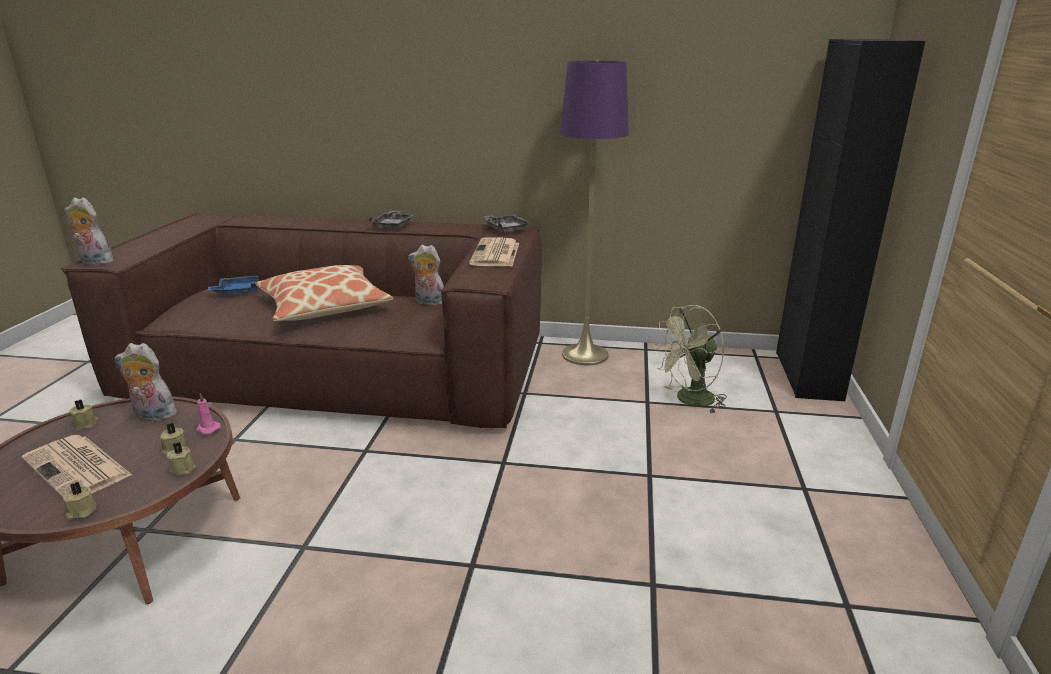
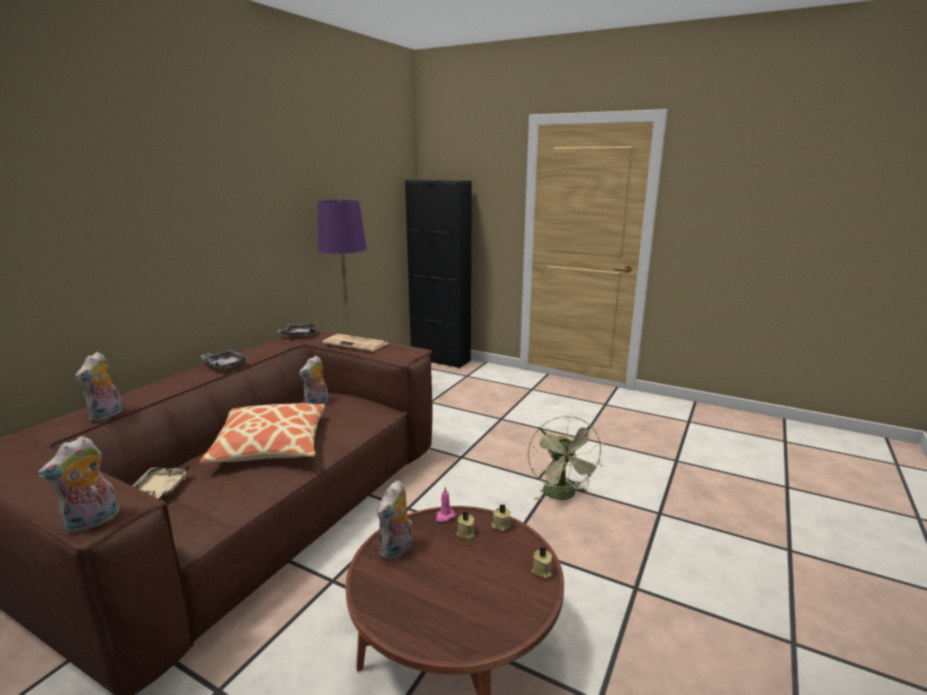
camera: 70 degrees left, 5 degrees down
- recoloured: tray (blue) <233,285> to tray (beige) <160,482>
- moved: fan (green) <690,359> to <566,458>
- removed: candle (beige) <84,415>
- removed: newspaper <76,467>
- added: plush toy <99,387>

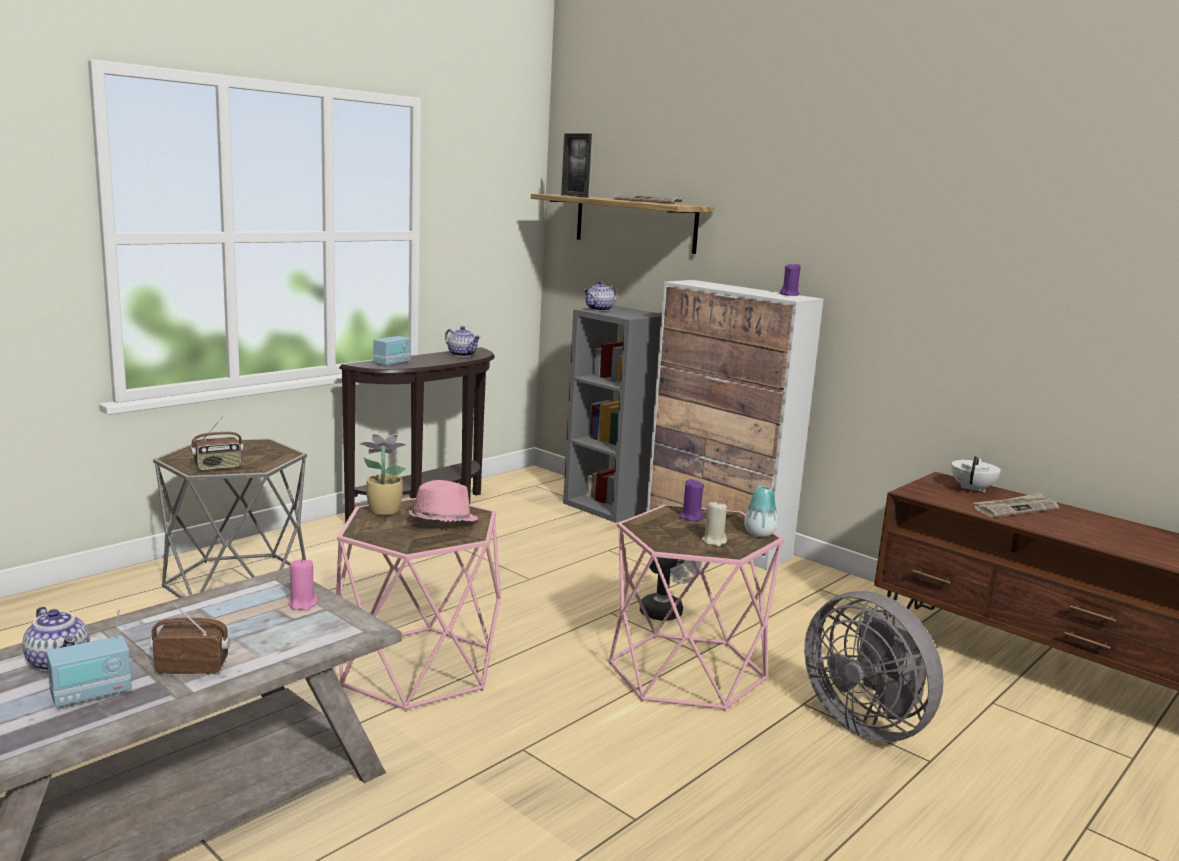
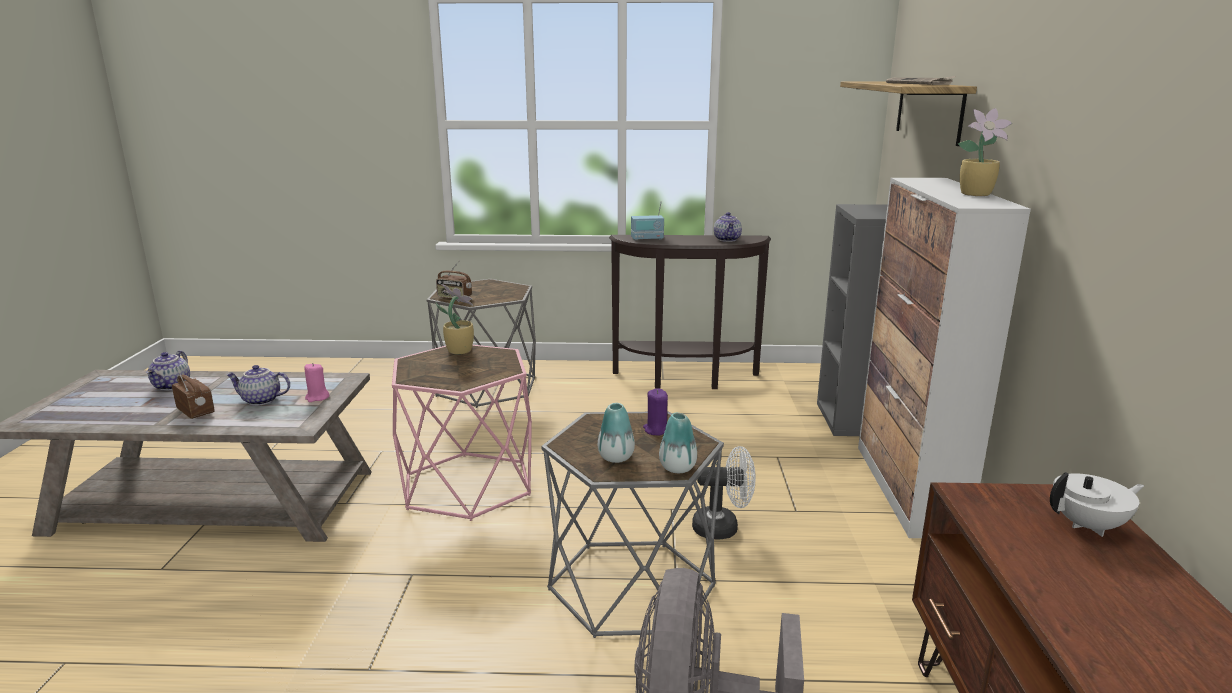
camera: 50 degrees right, 5 degrees up
- removed: picture frame <576,165>
- removed: candle (purple) <790,279>
- moved: teapot <600,296> to <258,385>
- removed: hat (pink) <443,501>
- removed: newspaper <1016,505>
- replaced: candle (beige) <714,523> to vase <616,433>
- recoloured: side table (pink) <696,607> to side table (grey) <632,524>
- removed: radio <89,658>
- added: potted plant <985,152>

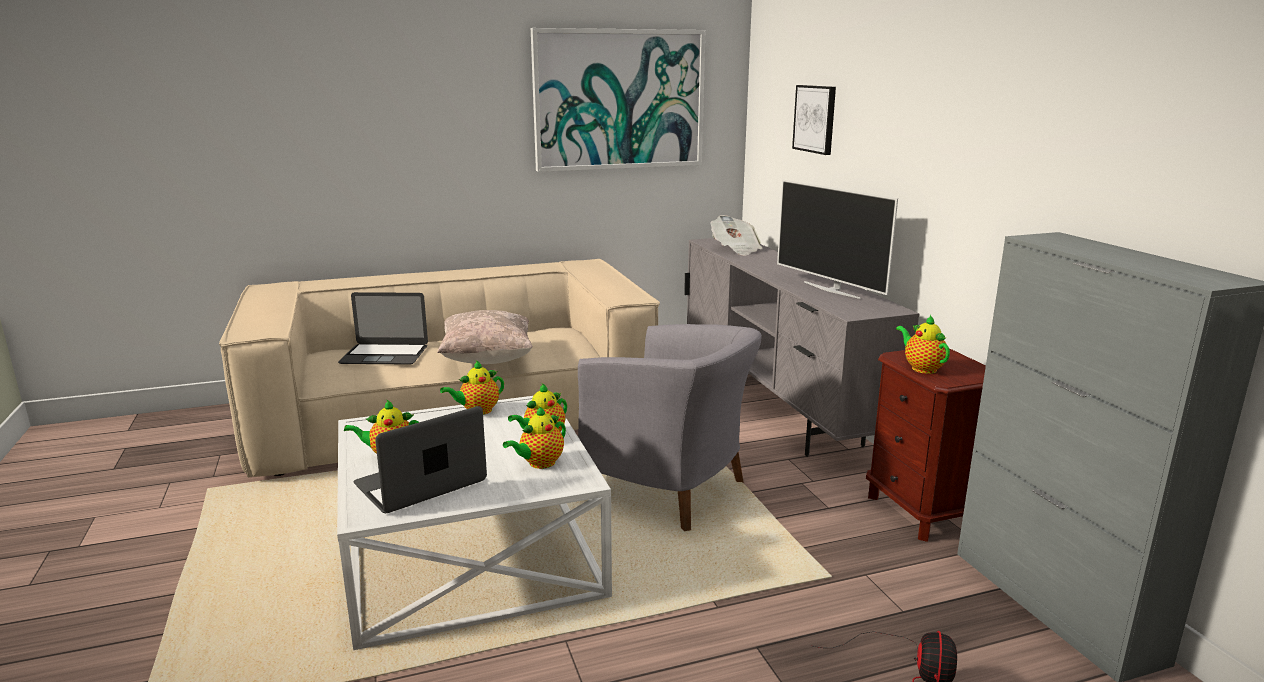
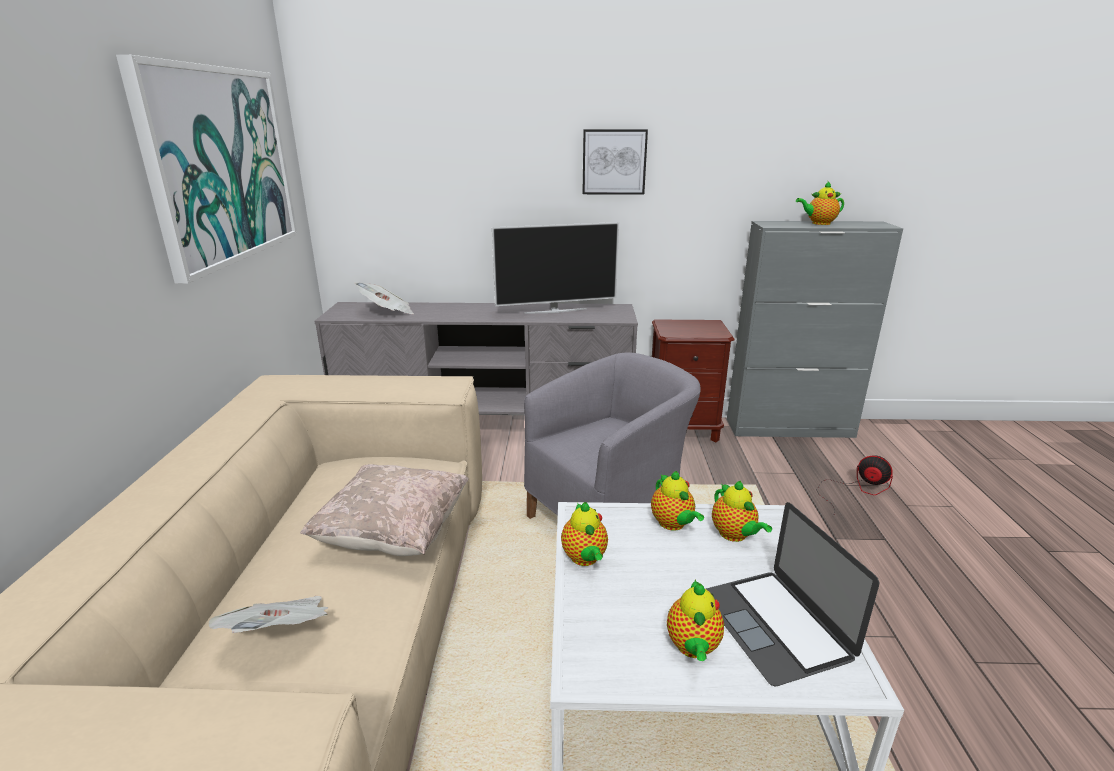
camera: 70 degrees left, 5 degrees up
- moved: picture <814,120> to <615,162>
- replaced: laptop <383,328> to newspaper <268,614>
- moved: teapot <923,344> to <820,203>

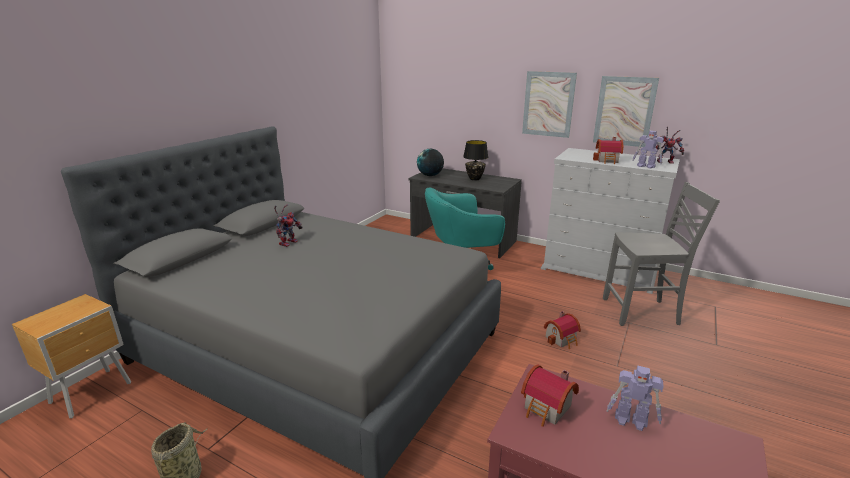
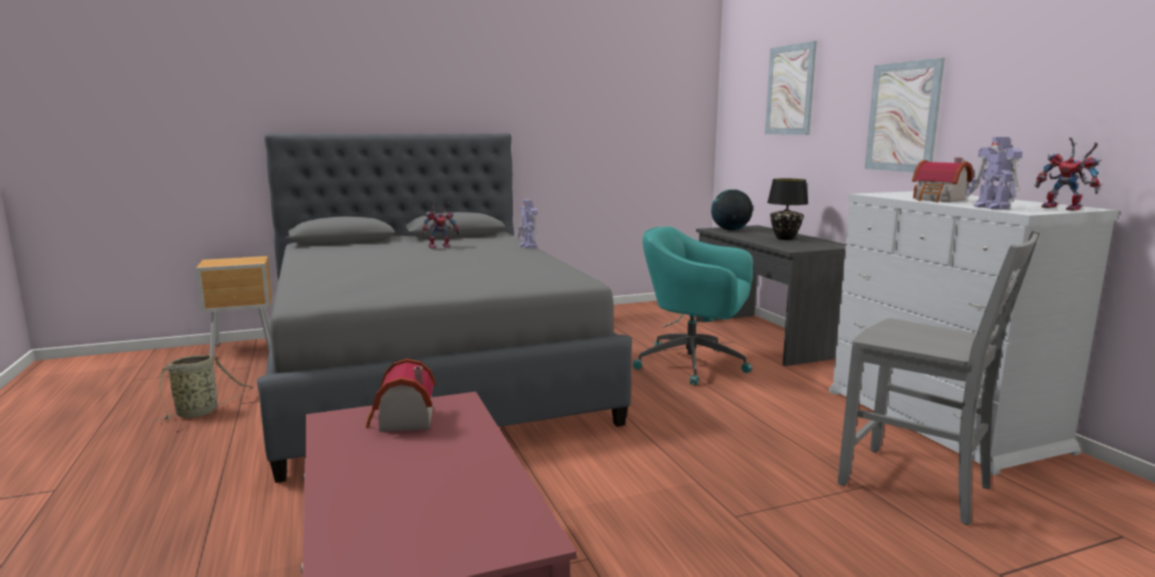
camera: 40 degrees right, 10 degrees down
- moved: picture <626,111> to <791,88>
- removed: toy house <562,330>
- moved: toy robot <635,398> to <527,223>

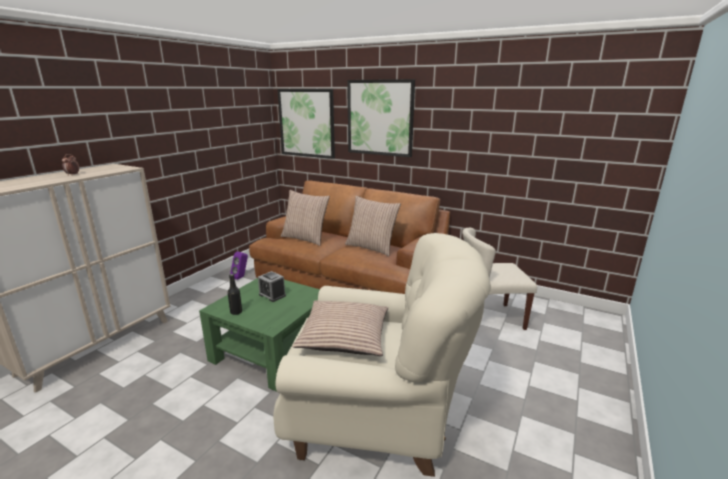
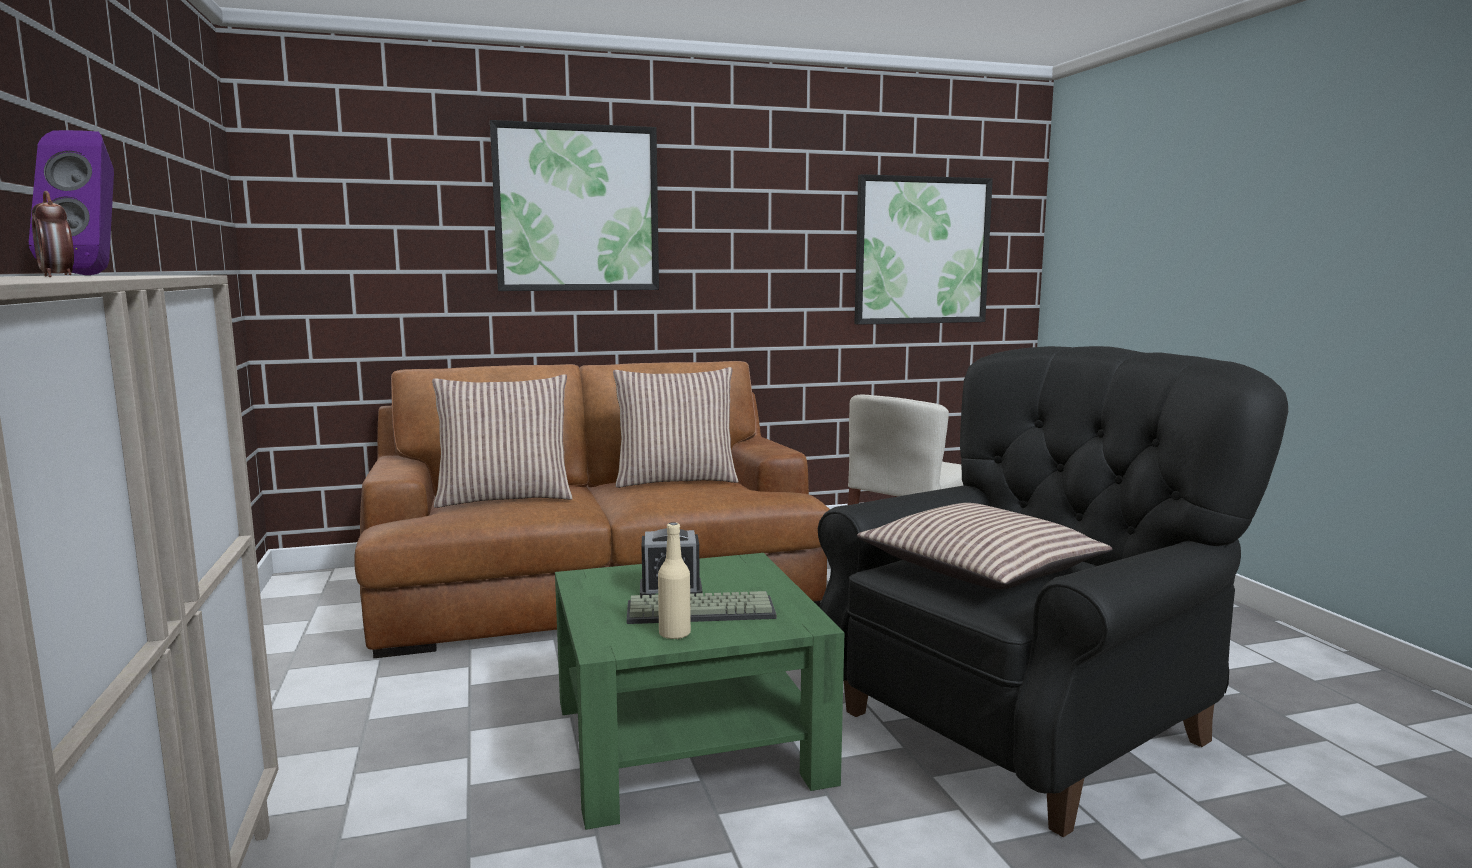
camera: 45 degrees left, 10 degrees down
- moved: picture <306,124> to <923,249>
- recoloured: armchair (beige) <382,355> to armchair (black) <1053,591>
- moved: speaker (purple) <239,266> to <71,202>
- recoloured: bottle (black) <235,294> to bottle (beige) <674,580>
- added: keyboard <702,607>

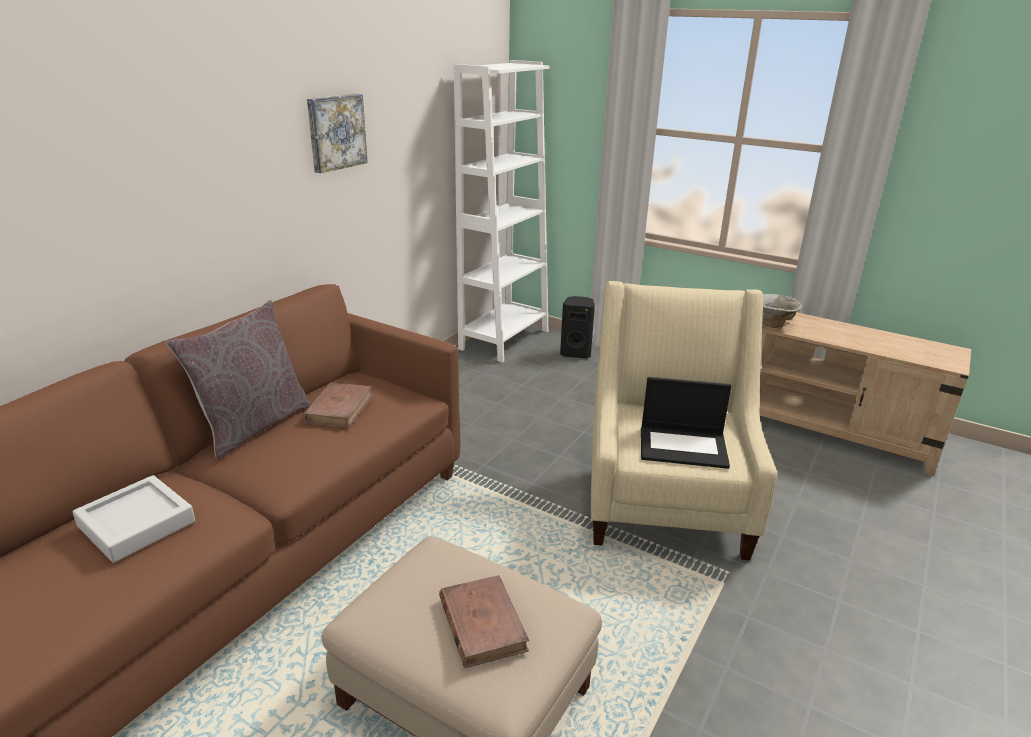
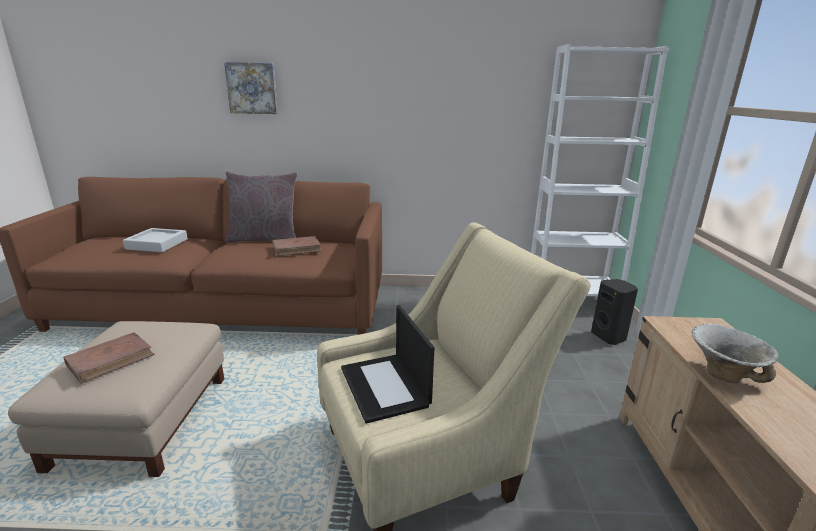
camera: 60 degrees right, 5 degrees down
- moved: picture <337,133> to <251,88>

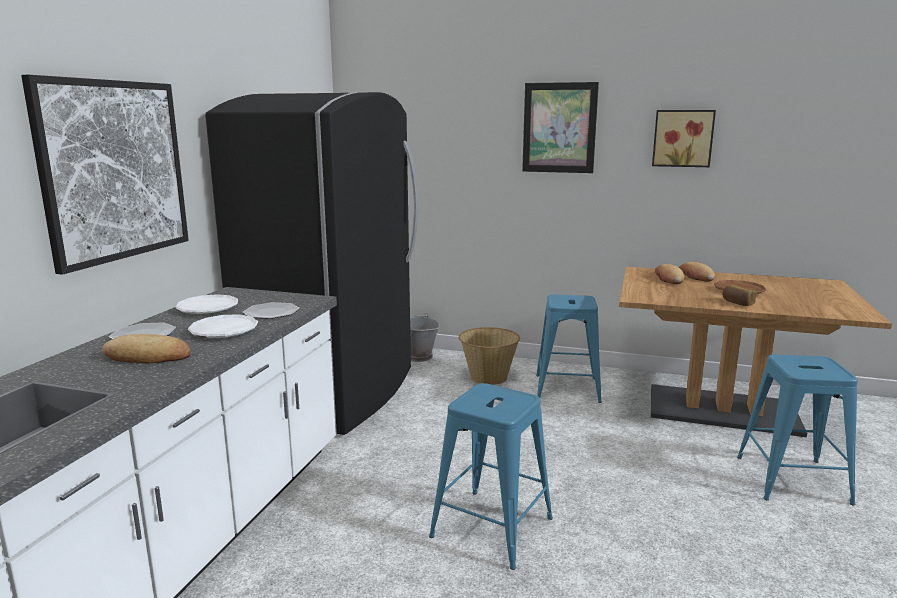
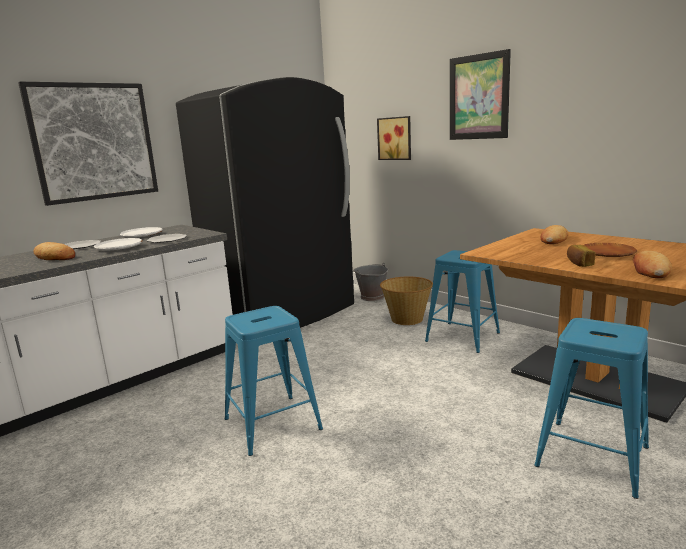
camera: 30 degrees right, 0 degrees up
- moved: picture <684,138> to <394,138>
- moved: bread <697,272> to <652,264>

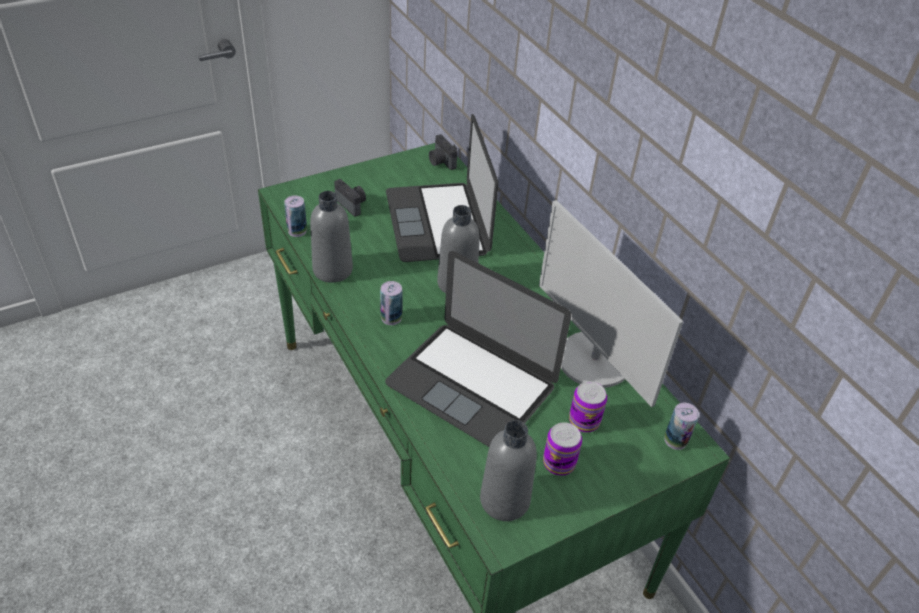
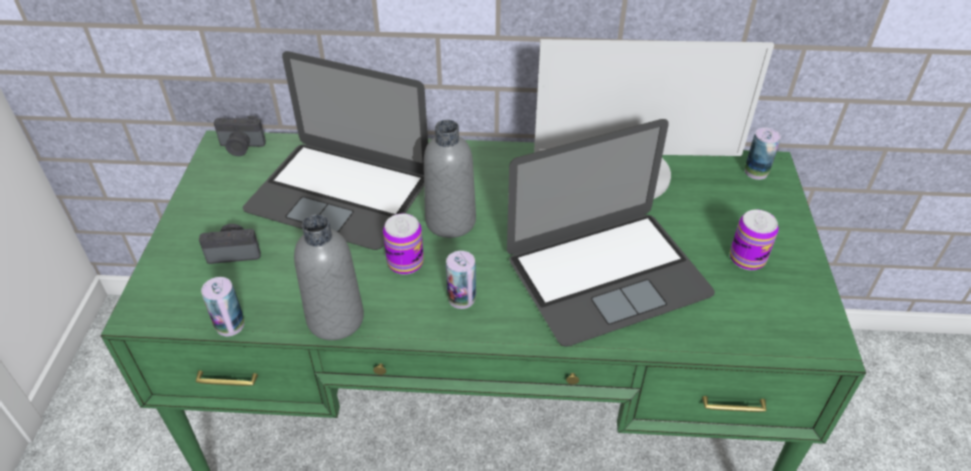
camera: 55 degrees left, 0 degrees up
- moved: can <588,406> to <403,244>
- removed: bottle (grey) <508,470>

